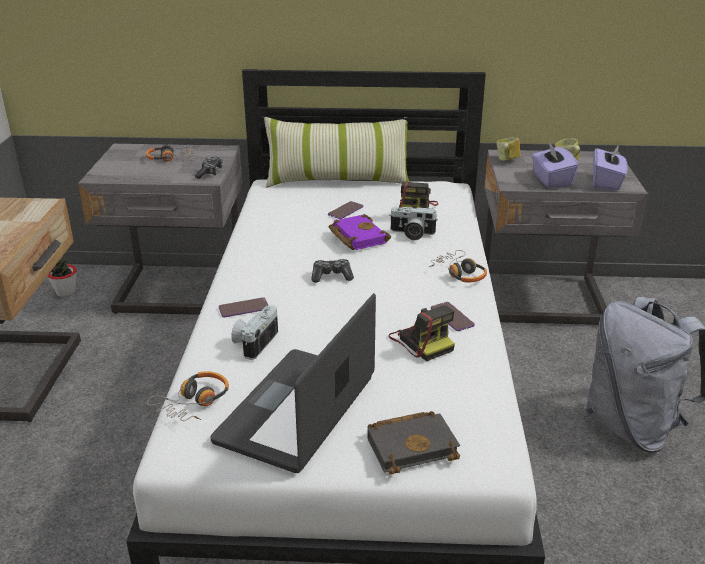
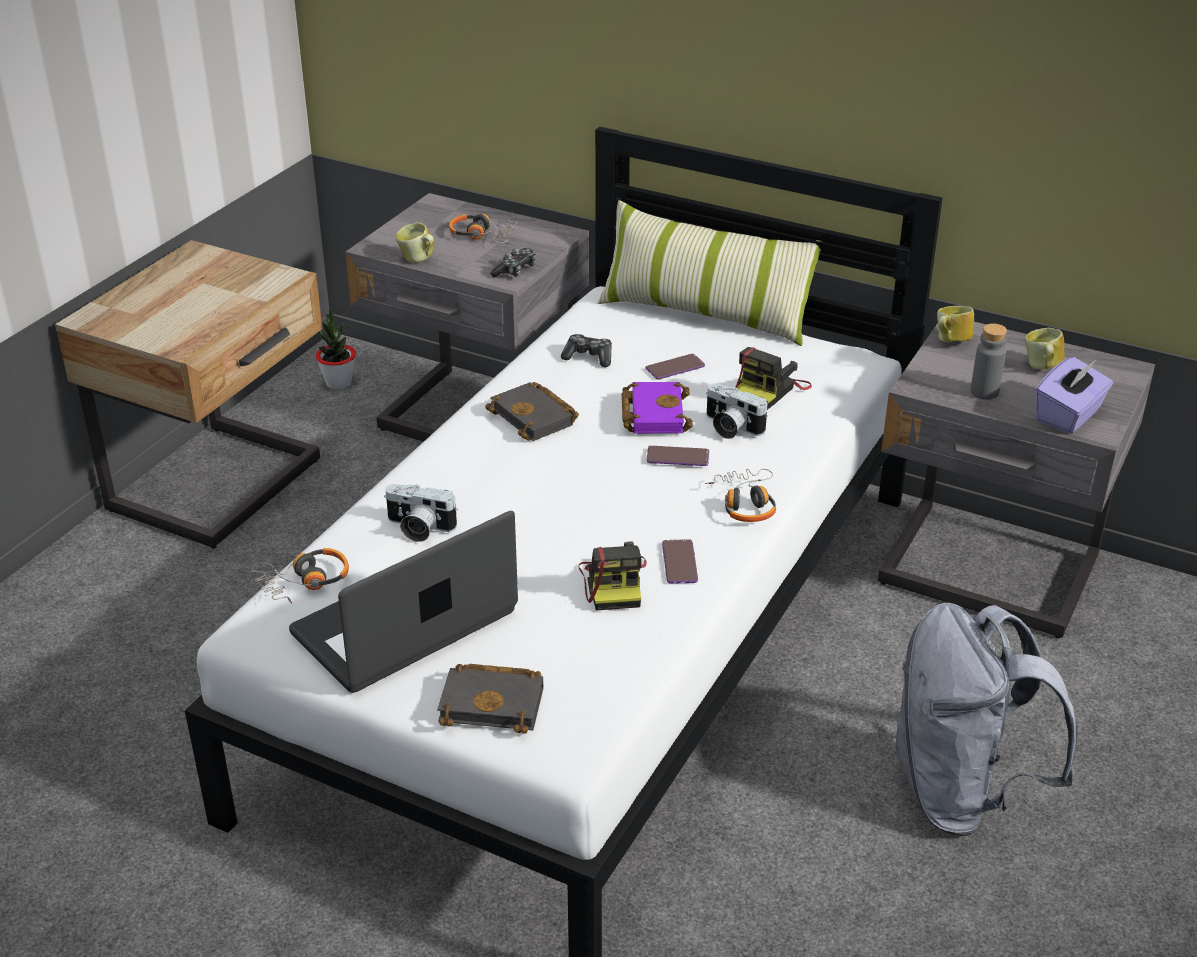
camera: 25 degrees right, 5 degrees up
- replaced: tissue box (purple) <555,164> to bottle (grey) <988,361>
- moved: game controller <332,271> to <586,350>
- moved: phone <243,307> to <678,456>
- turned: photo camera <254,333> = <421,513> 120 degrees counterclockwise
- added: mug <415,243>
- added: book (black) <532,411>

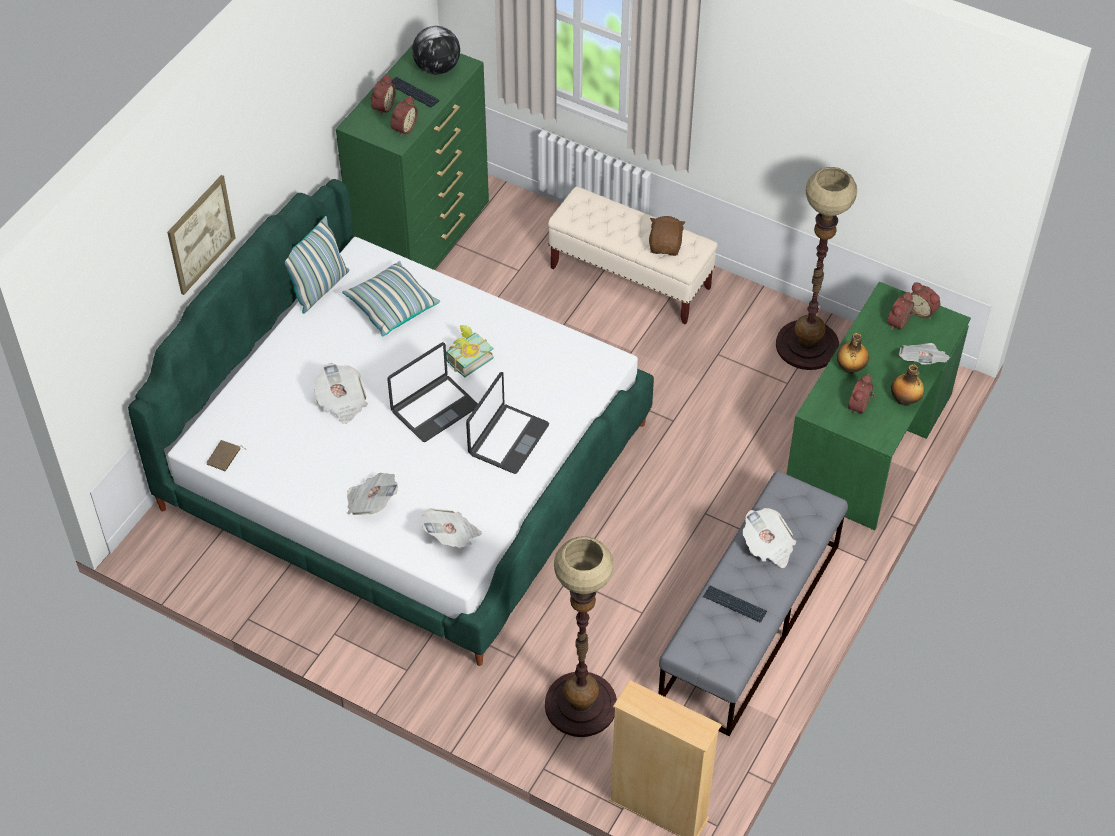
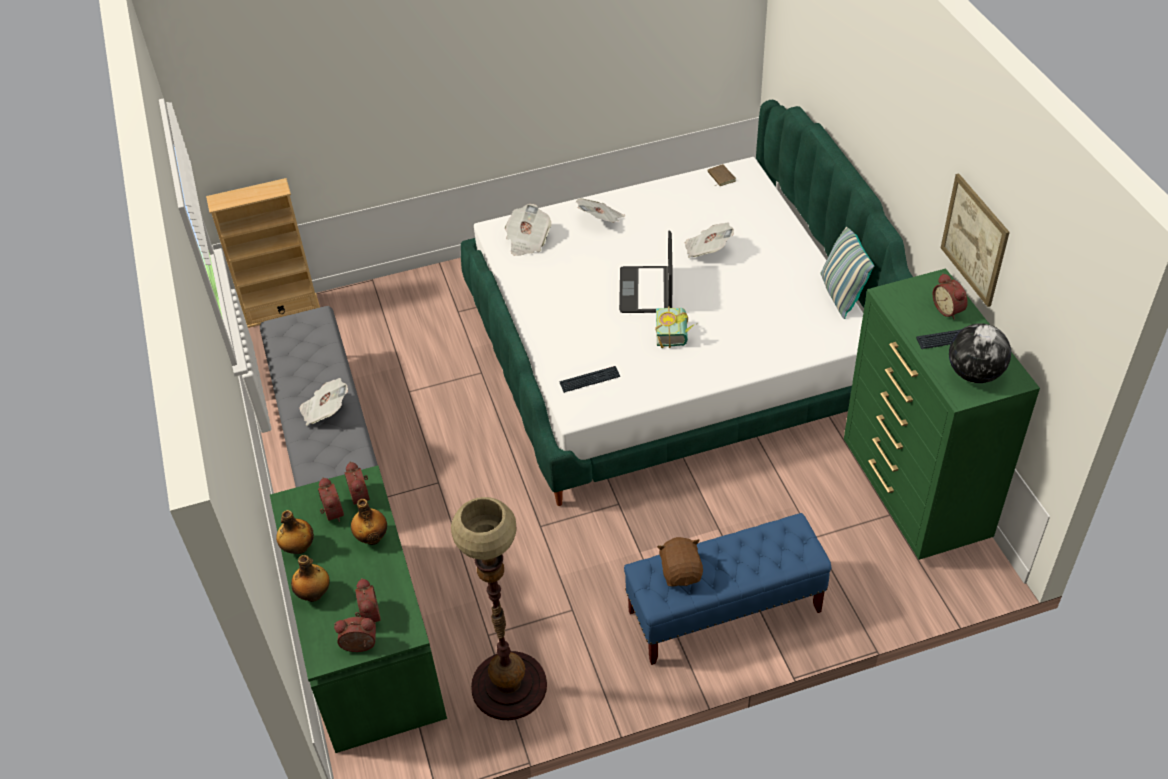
camera: 135 degrees right, 5 degrees down
- moved: alarm clock <404,116> to <357,483>
- moved: picture <201,235> to <975,240>
- recoloured: bench (beige) <633,255> to bench (blue) <727,589>
- turned: plush toy (brown) <667,236> = <680,562> 150 degrees counterclockwise
- removed: pillow <391,299>
- replaced: newspaper <924,354> to bottle <310,578>
- removed: laptop <507,423>
- removed: floor lamp <581,636>
- moved: keyboard <735,604> to <590,379>

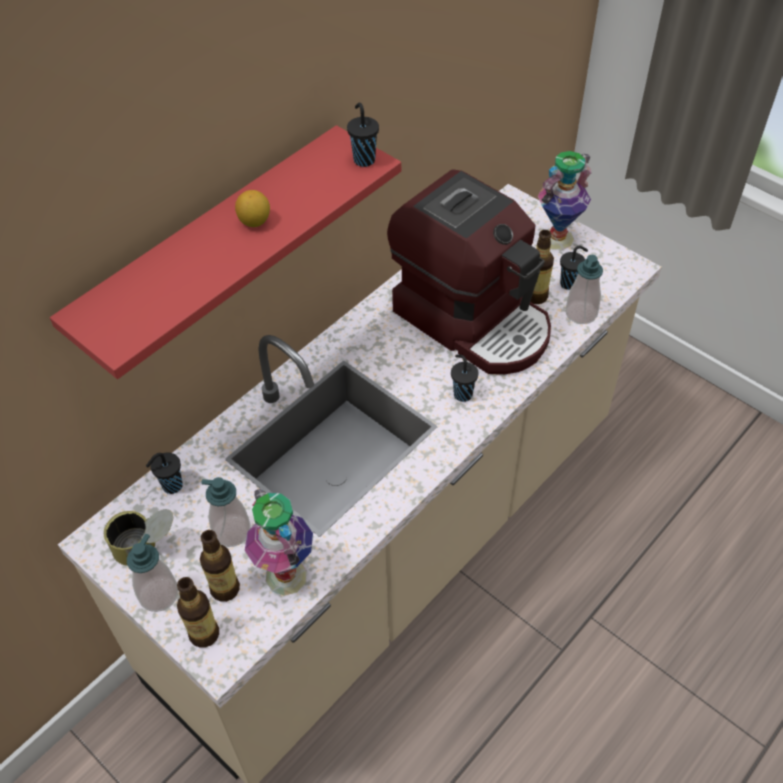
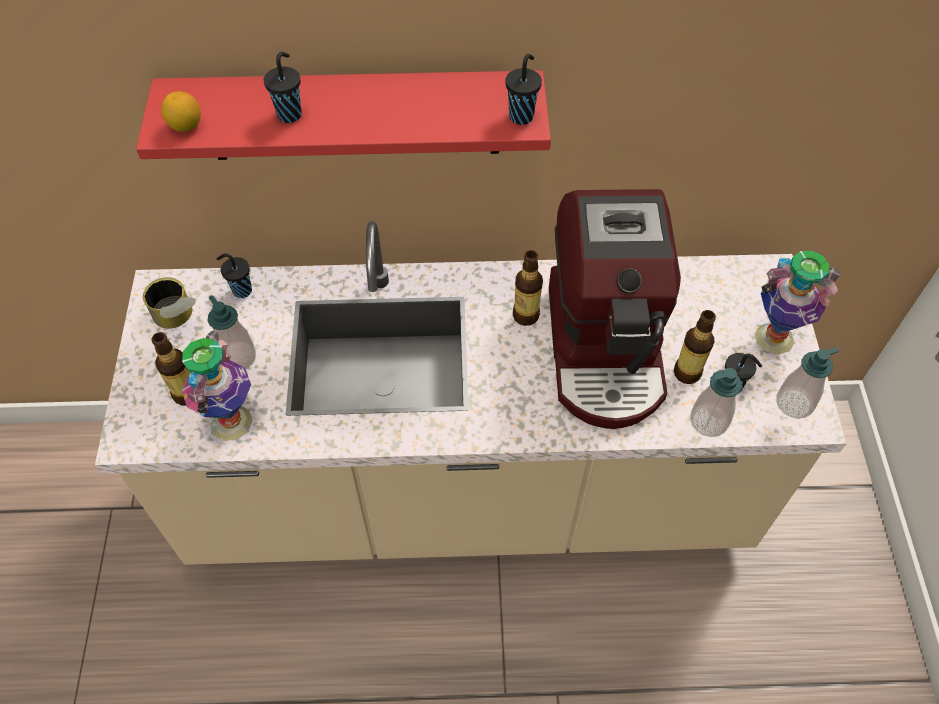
camera: 45 degrees right, 5 degrees up
- moved: lemon <252,208> to <181,111>
- moved: cup (black) <465,378> to <283,87>
- moved: soap dispenser <152,573> to <807,383>
- moved: bottle <198,612> to <528,288>

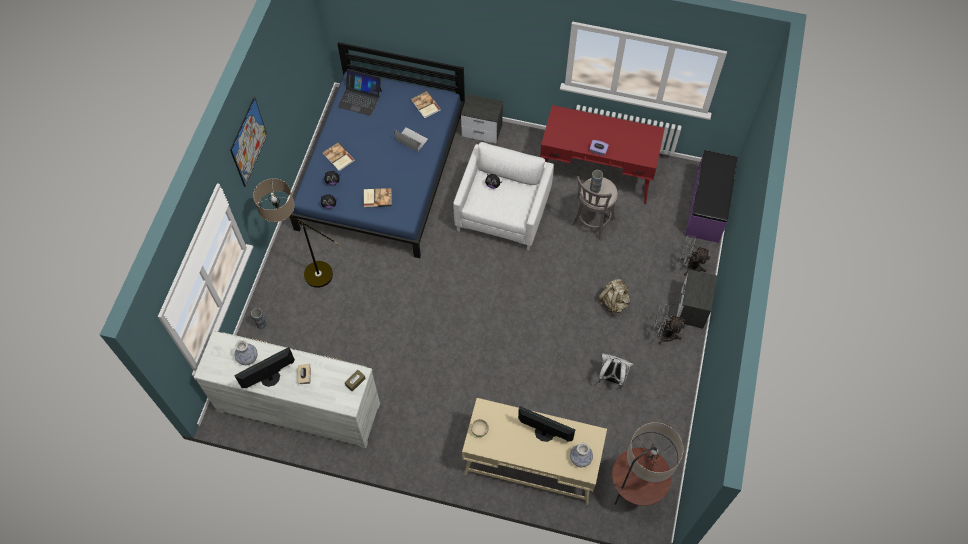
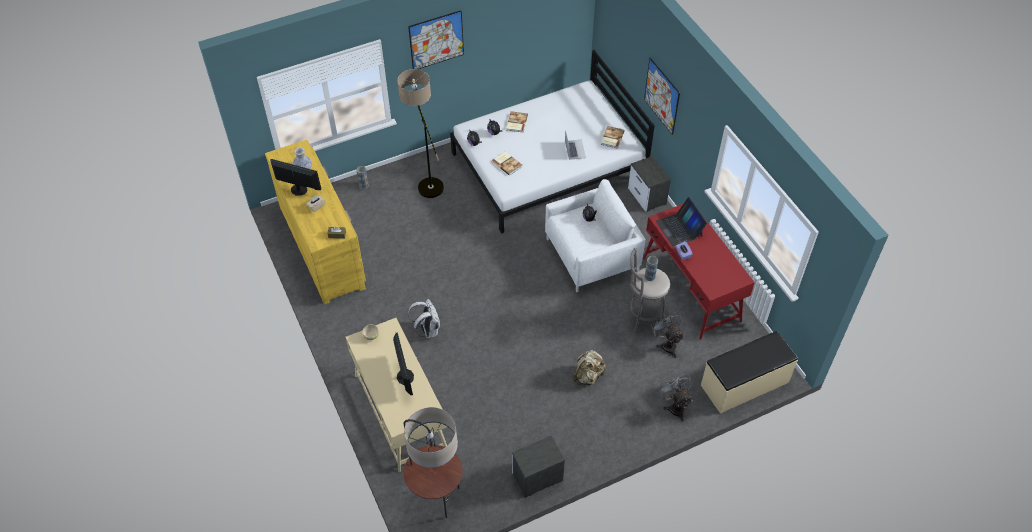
camera: 50 degrees right, 10 degrees down
- recoloured: bed (blue) <377,150> to bed (white) <552,142>
- moved: laptop <360,92> to <681,222>
- recoloured: bench (purple) <711,196> to bench (beige) <749,372>
- moved: nightstand <697,299> to <538,466>
- moved: fan (grey) <668,324> to <667,334>
- recoloured: dresser (white) <287,389> to dresser (yellow) <315,222>
- moved: backpack (white) <616,371> to <424,319>
- removed: vase <581,454>
- added: picture <662,96>

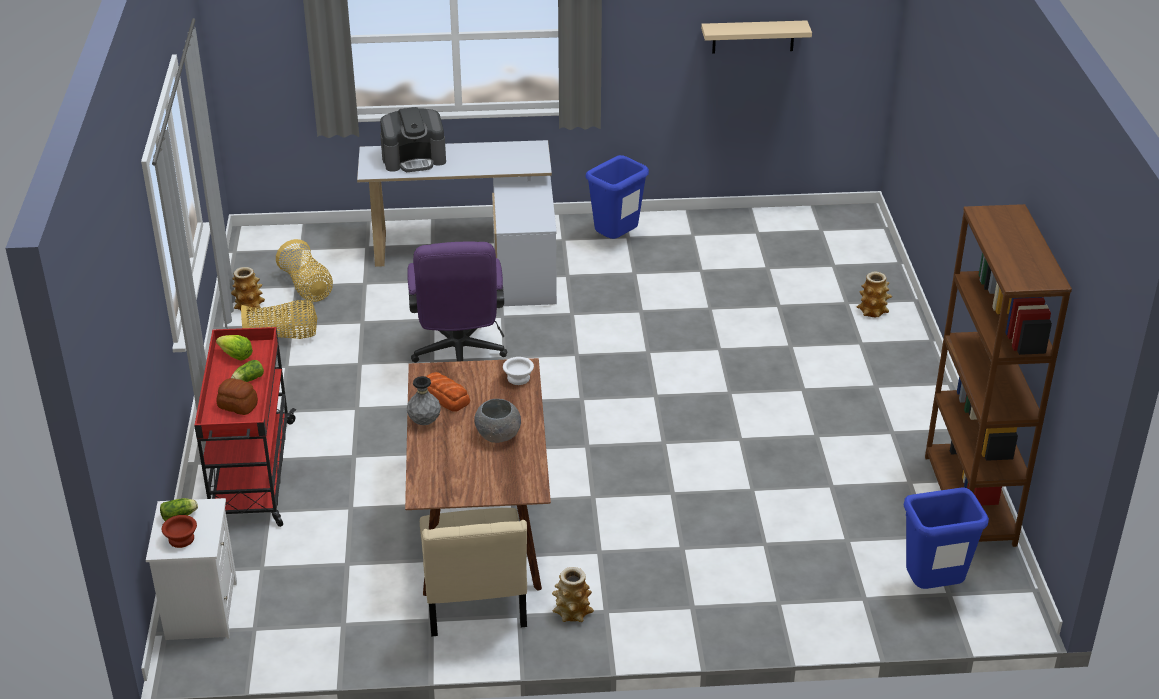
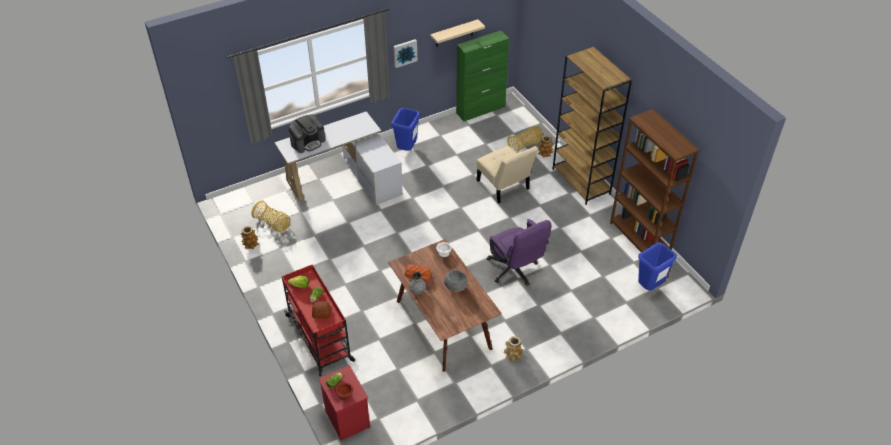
camera: 25 degrees left, 10 degrees up
- moved: office chair (purple) <457,302> to <519,252>
- moved: basket <279,319> to <525,139>
- recoloured: nightstand (white) <191,569> to nightstand (red) <344,403>
- moved: chair (beige) <473,572> to <507,174>
- added: cabinet (green) <482,76>
- added: picture <405,53>
- added: bookcase (brown) <592,126>

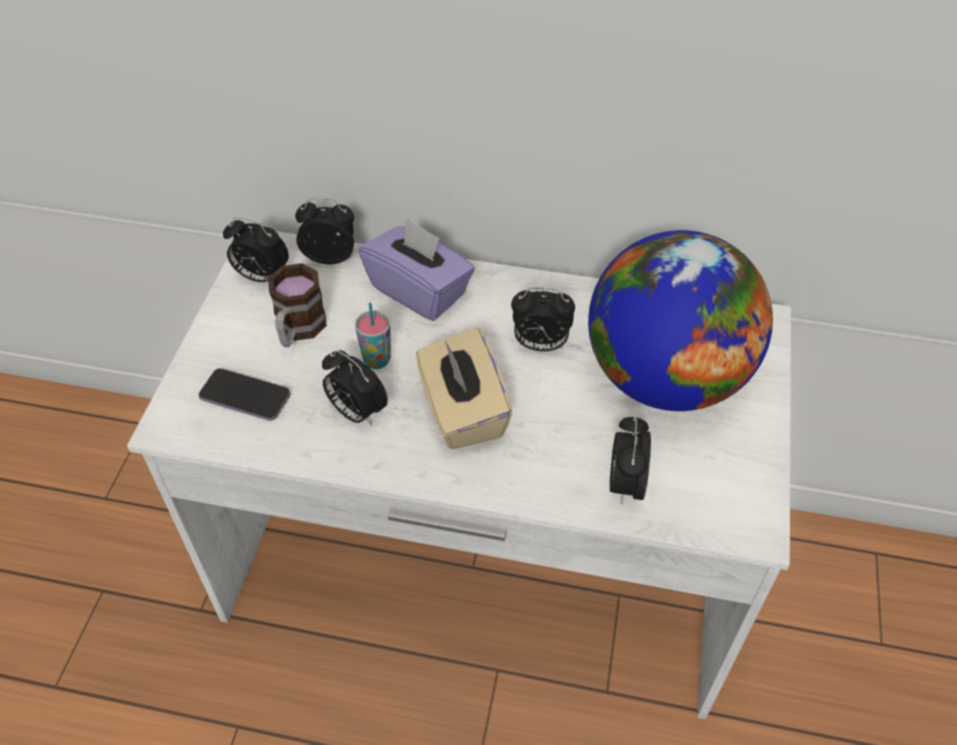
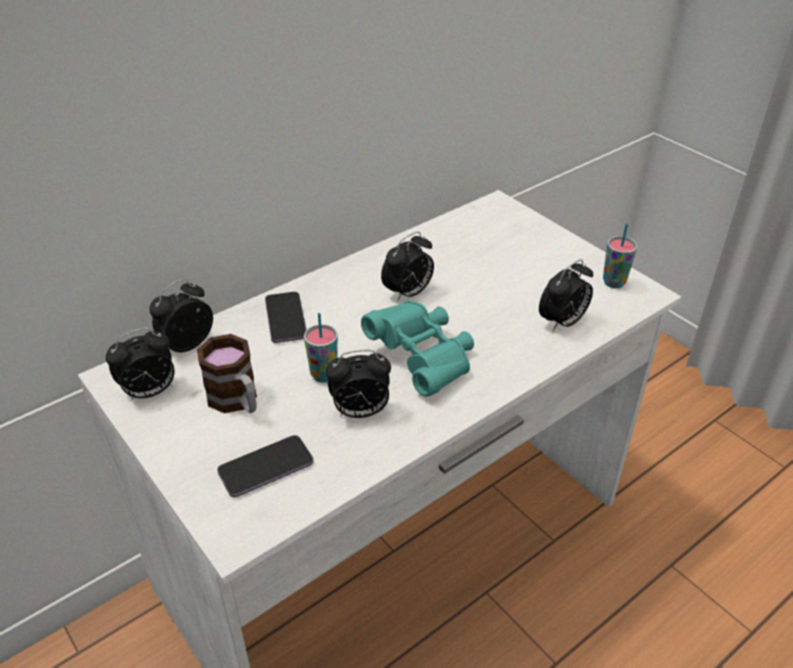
camera: 50 degrees left, 10 degrees down
- replaced: tissue box (purple) <417,269> to phone <286,317>
- removed: globe <680,320>
- replaced: tissue box (beige) <464,388> to binoculars (turquoise) <417,349>
- turned: alarm clock <630,460> = <566,295> 90 degrees counterclockwise
- added: cup <620,255>

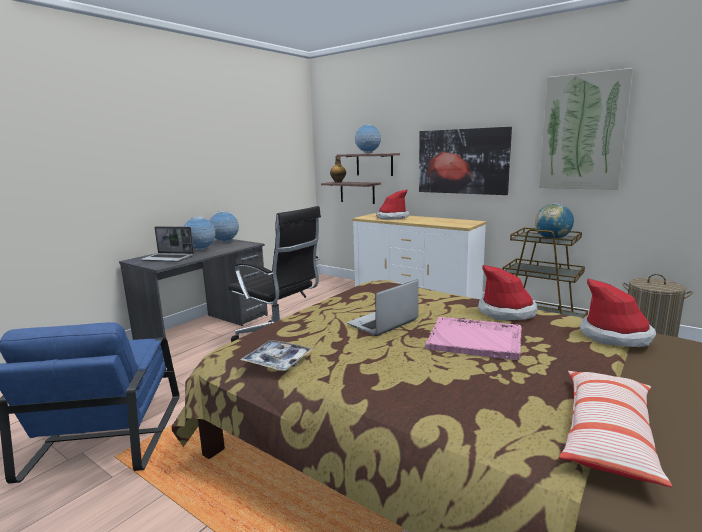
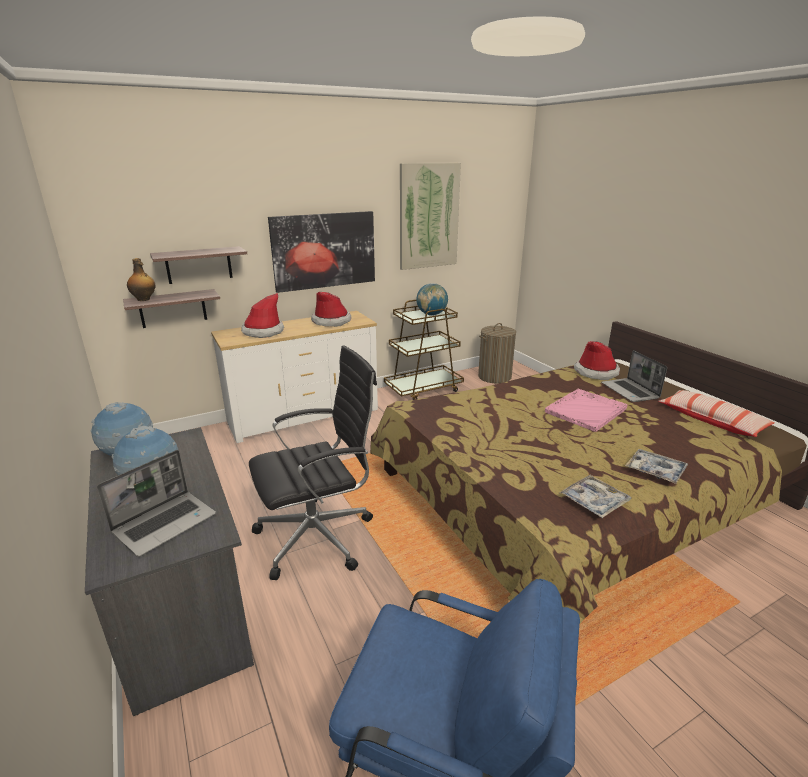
camera: 65 degrees left, 10 degrees up
- removed: globe <368,139>
- moved: hat <507,293> to <331,309>
- moved: laptop <382,307> to <634,376>
- added: tray <656,466>

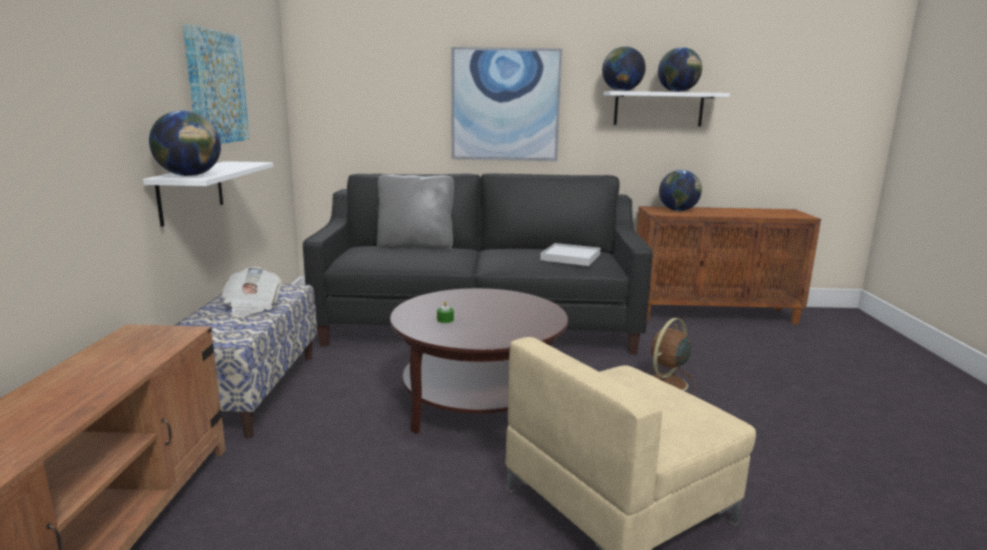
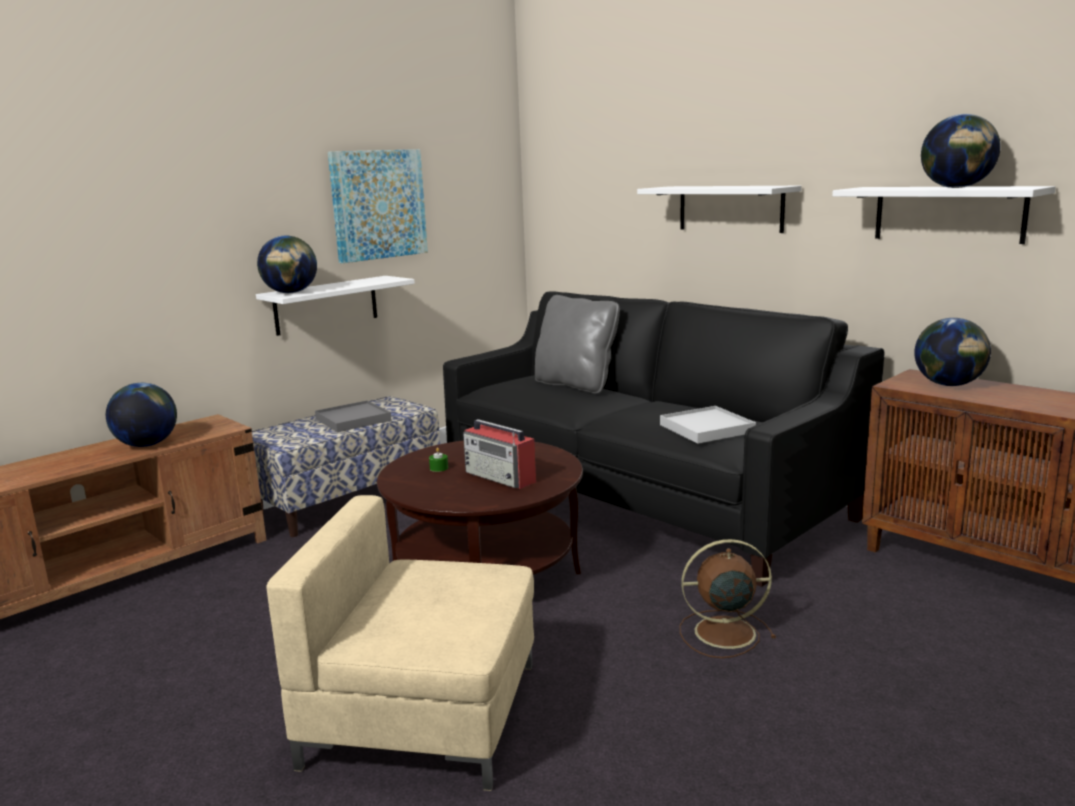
camera: 45 degrees right, 0 degrees up
- replaced: picture <506,104> to shelf (white) <719,209>
- moved: globe <624,69> to <141,415>
- replaced: newspaper <251,292> to tray (grey) <353,416>
- added: radio <499,454>

